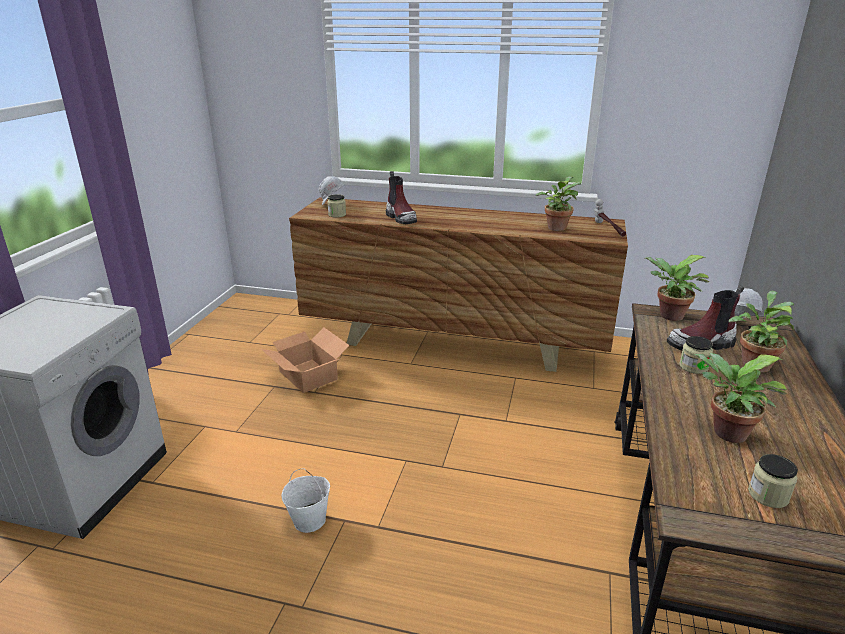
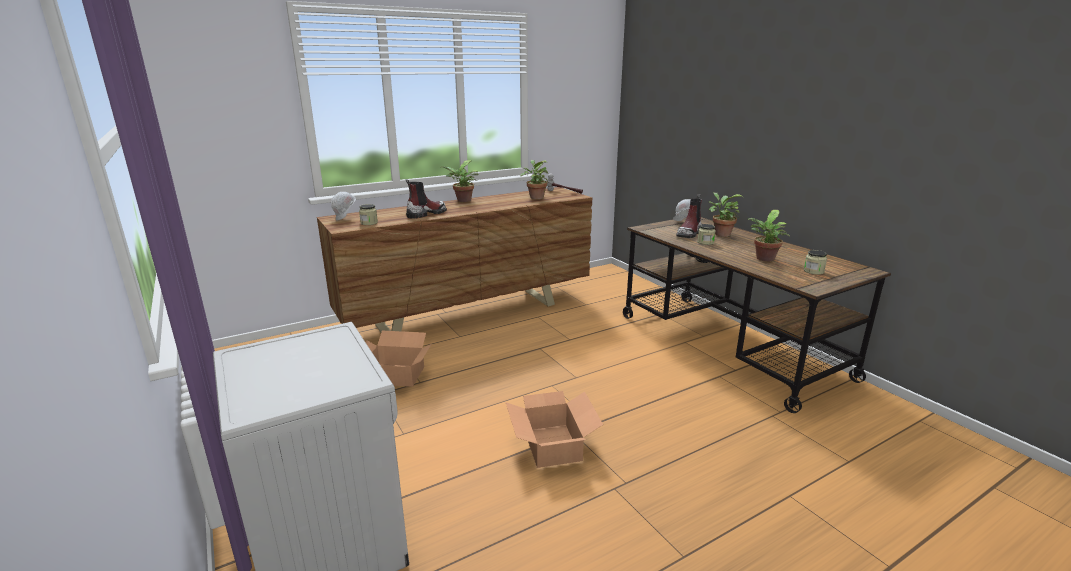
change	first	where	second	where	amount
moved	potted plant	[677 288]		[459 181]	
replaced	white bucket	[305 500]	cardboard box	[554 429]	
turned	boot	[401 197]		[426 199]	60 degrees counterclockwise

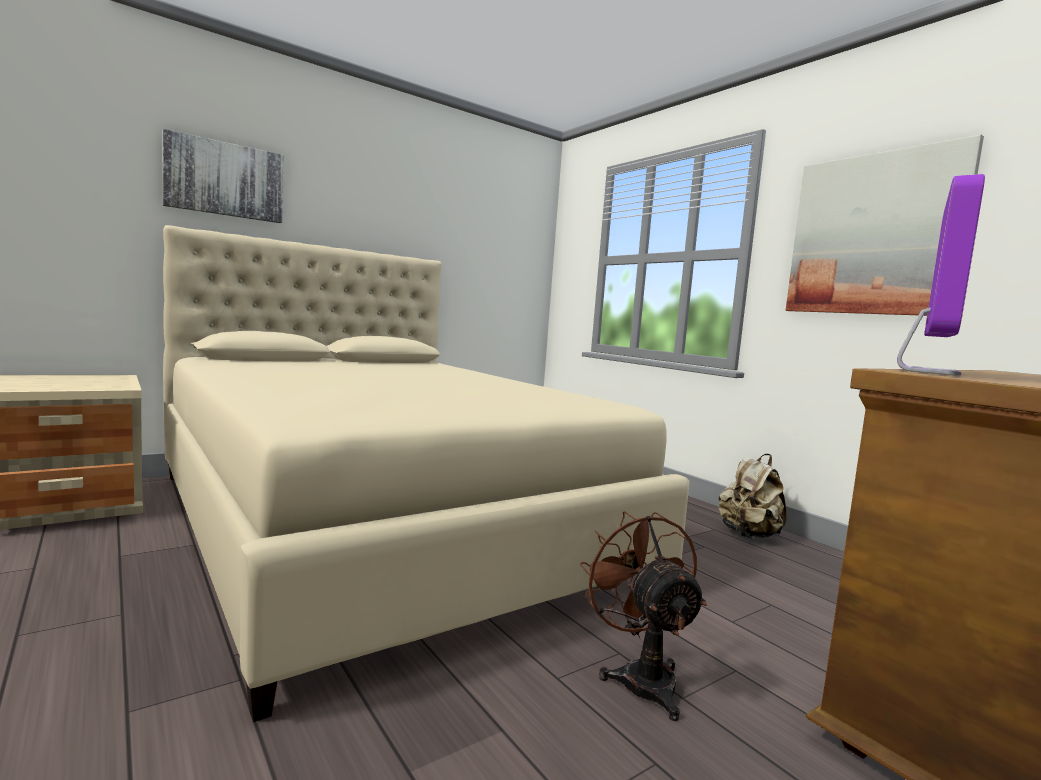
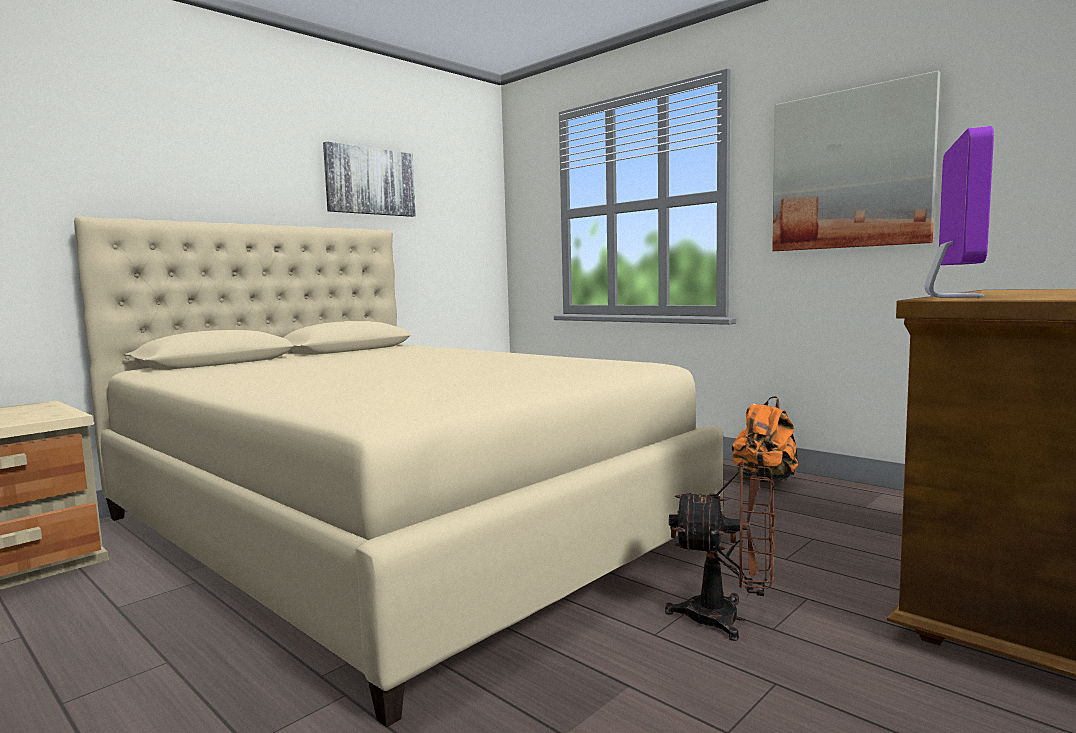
change	first	where	second	where	amount
moved	picture	[223 176]		[369 179]	
recoloured	beige backpack	[752 496]	orange backpack	[765 439]	
turned	brown fan	[643 616]		[720 553]	135 degrees clockwise

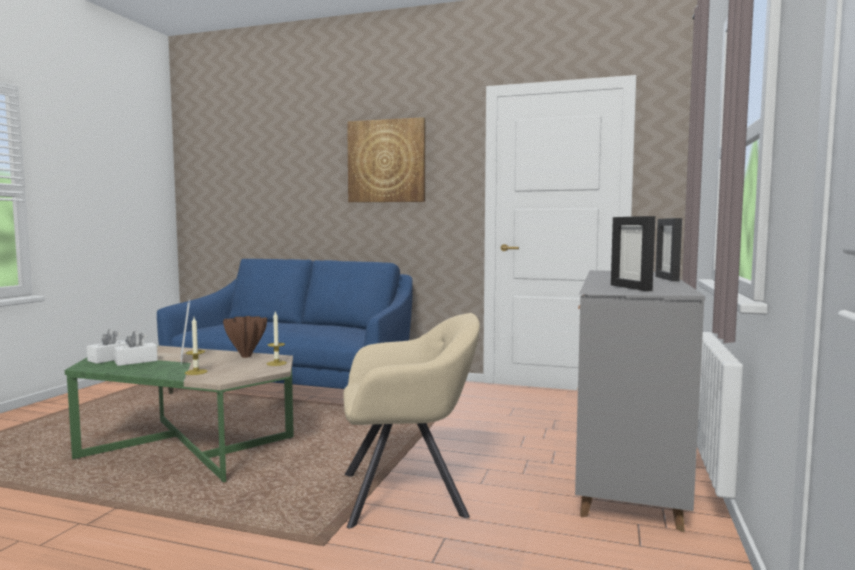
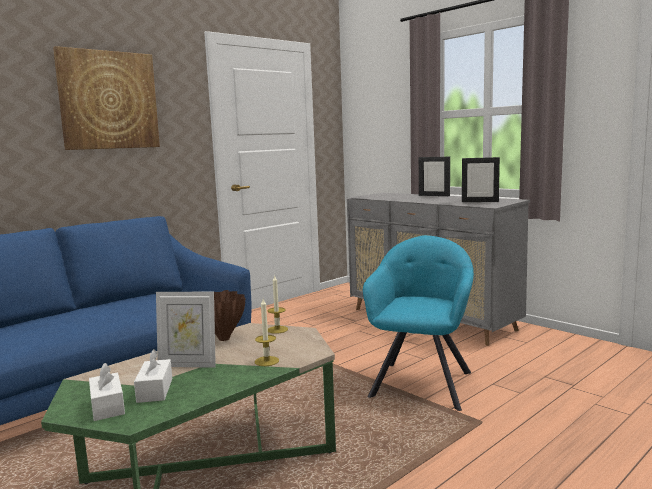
change	first	where	second	where	amount
recoloured	beige armchair	[411 420]	turquoise armchair	[418 323]	

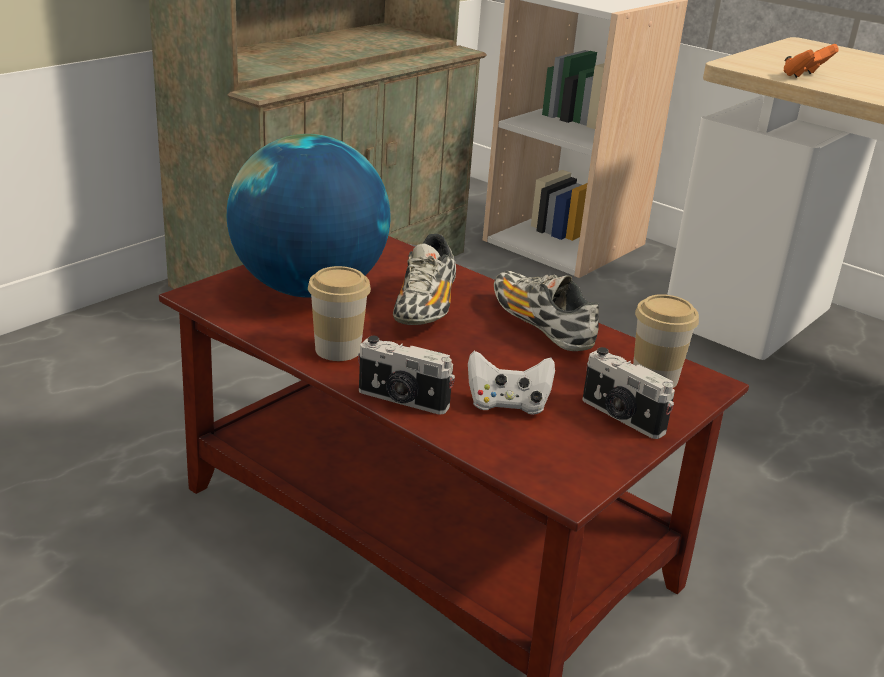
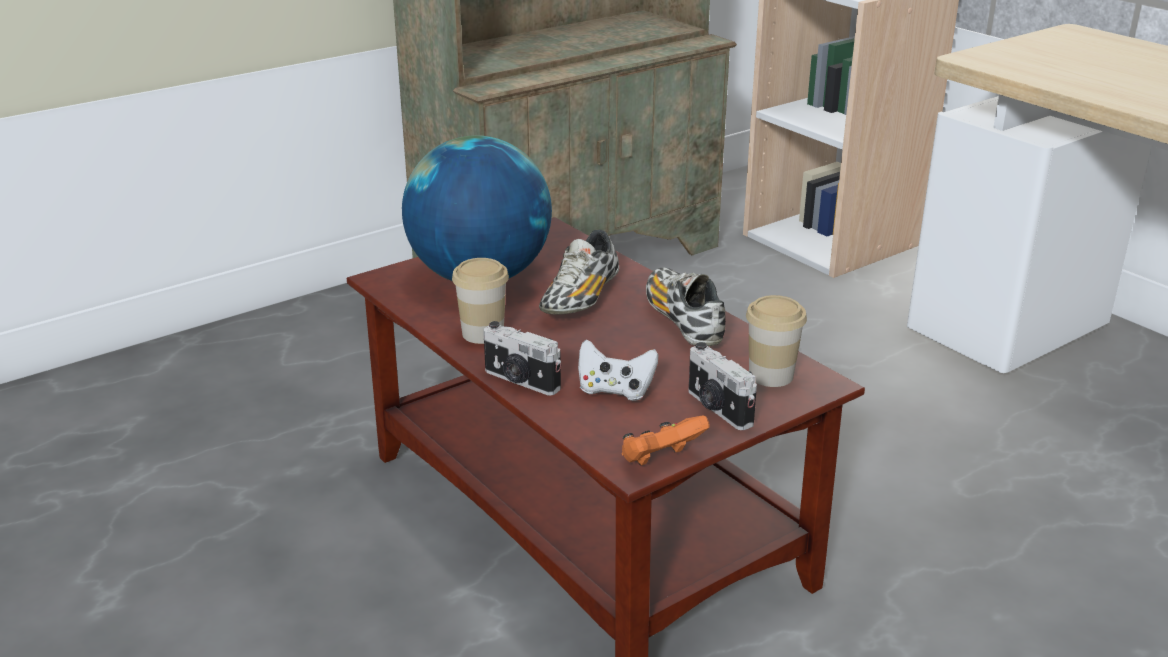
change	first	where	second	where	amount
moved	orange game controller	[811 61]		[666 440]	

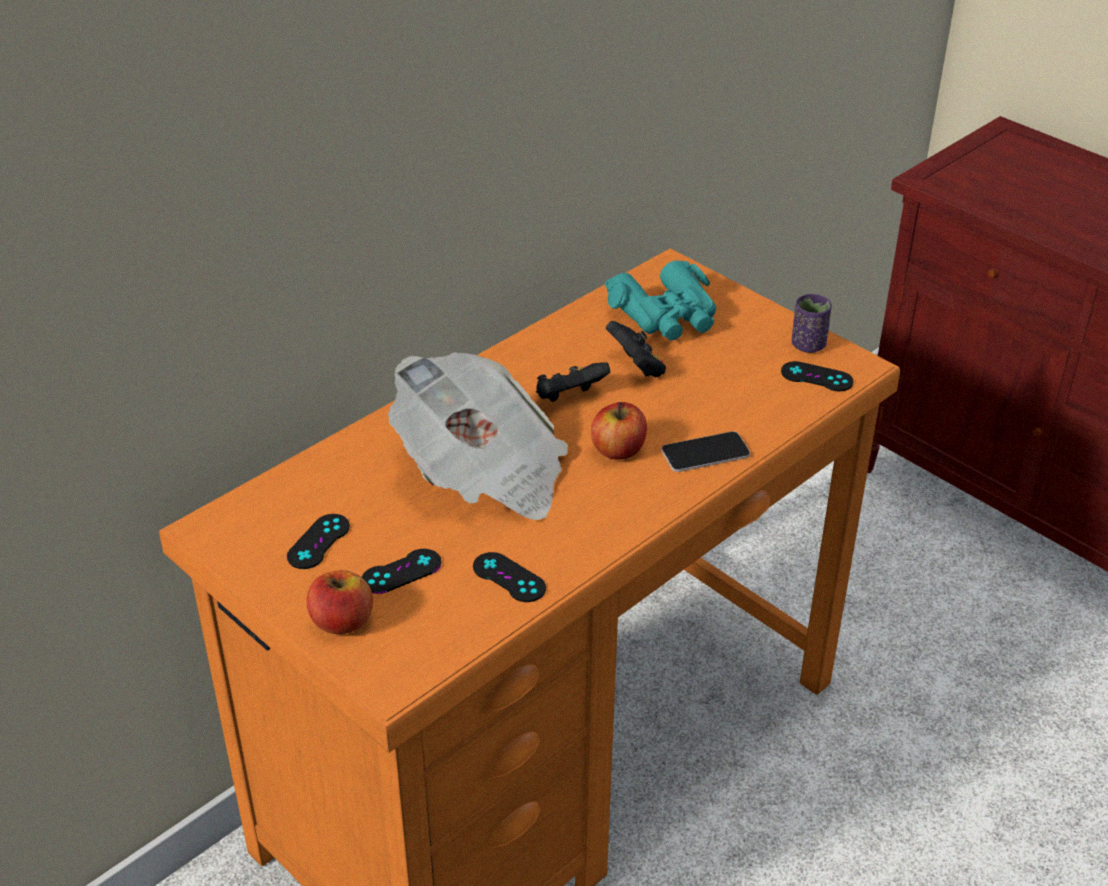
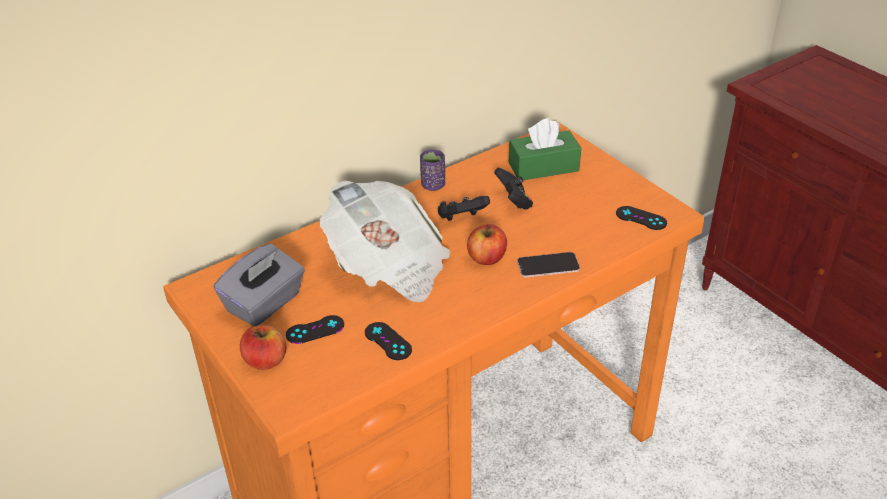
change	first	where	second	where	amount
moved	purple cup	[812 323]		[432 170]	
replaced	black game controller	[318 541]	grey tissue box	[259 284]	
replaced	turquoise binoculars	[660 300]	green tissue box	[545 149]	

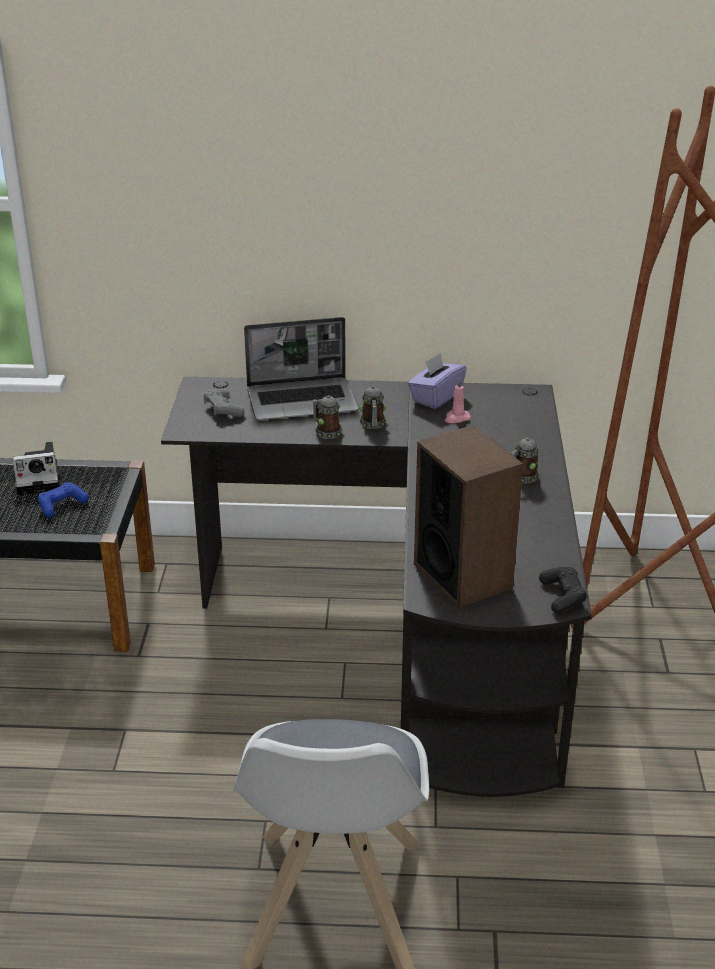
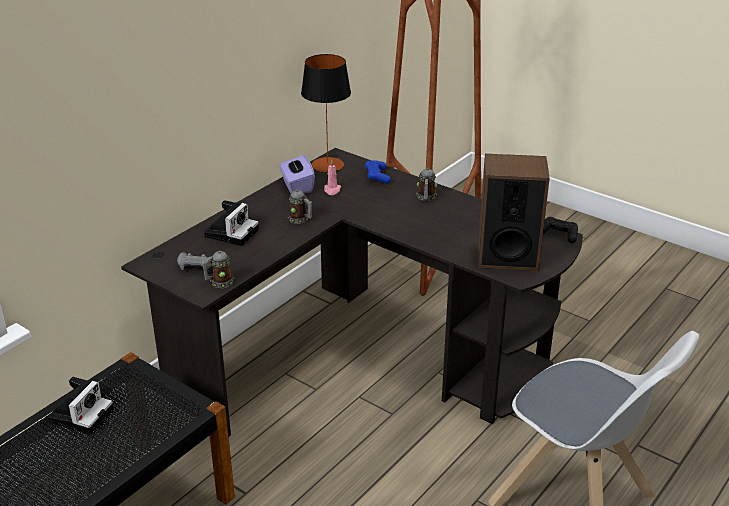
change	first	where	second	where	amount
added			table lamp	[326 113]	
moved	blue game controller	[63 500]		[378 171]	
moved	mug	[327 417]		[218 269]	
replaced	laptop	[301 368]	photo camera	[231 223]	

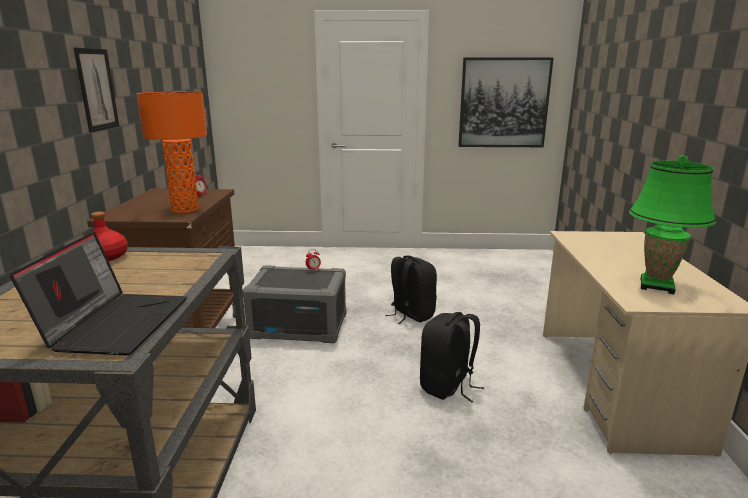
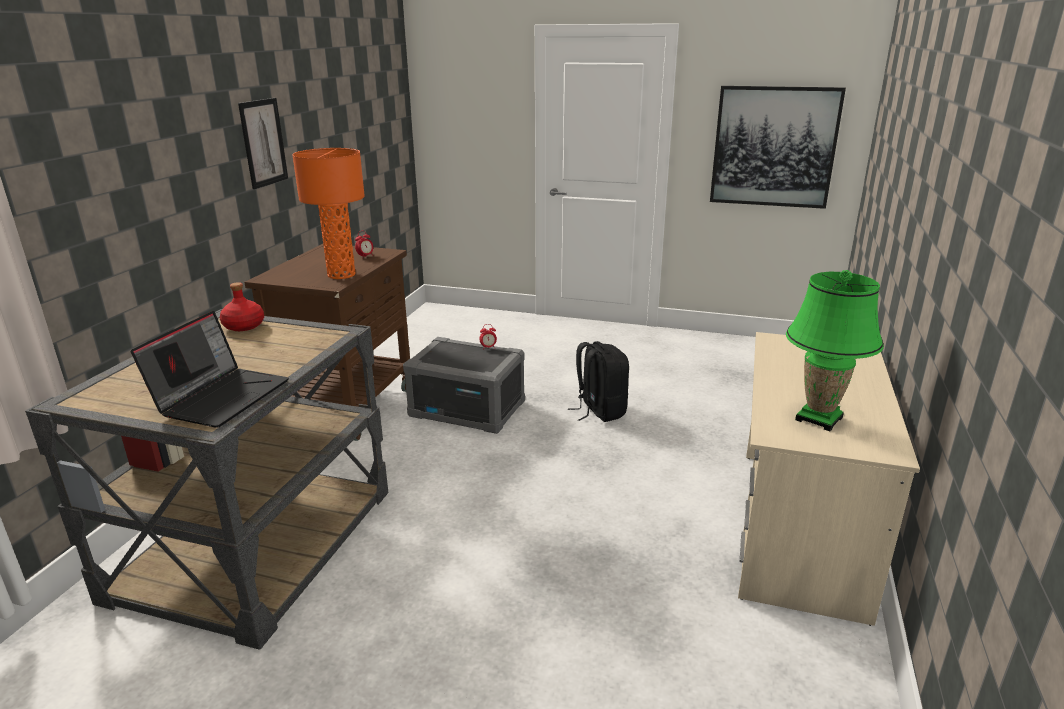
change	first	where	second	where	amount
removed	black backpack	[452 357]			

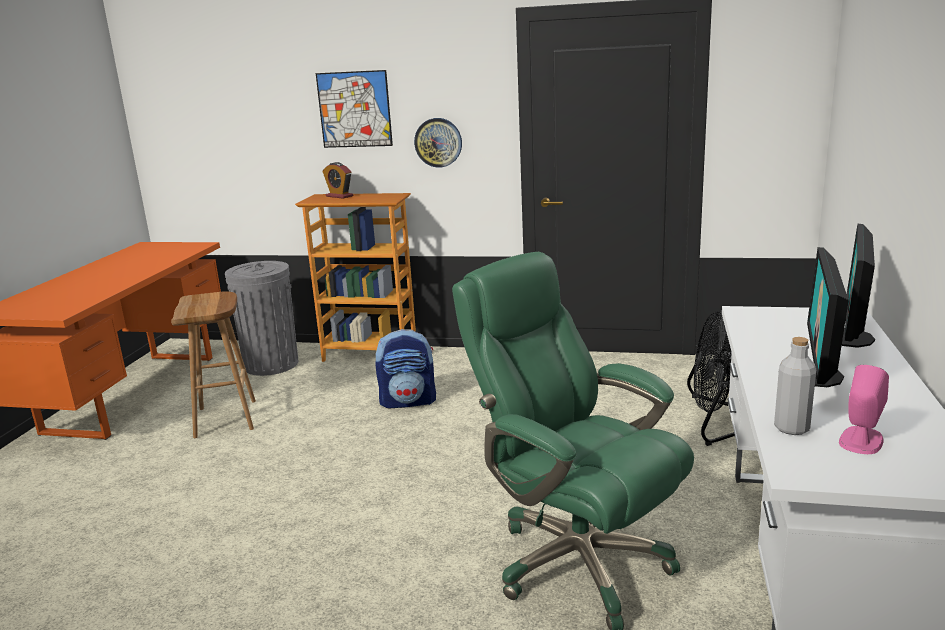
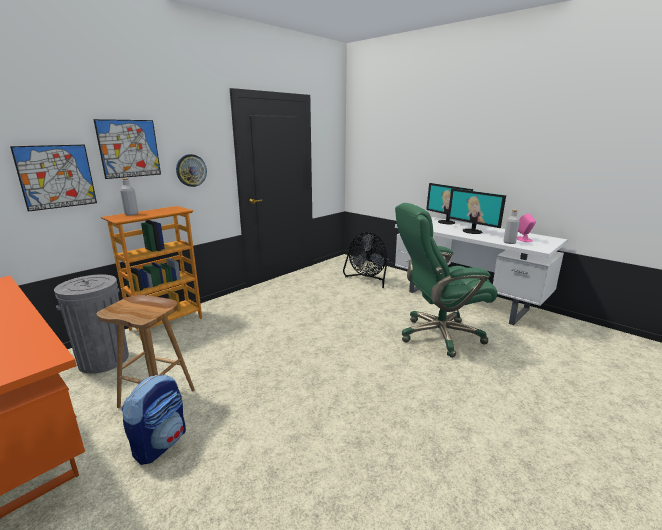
change	first	where	second	where	amount
added			picture	[53 178]	
moved	backpack	[405 368]		[154 419]	
replaced	alarm clock	[338 180]	grey bottle	[129 197]	

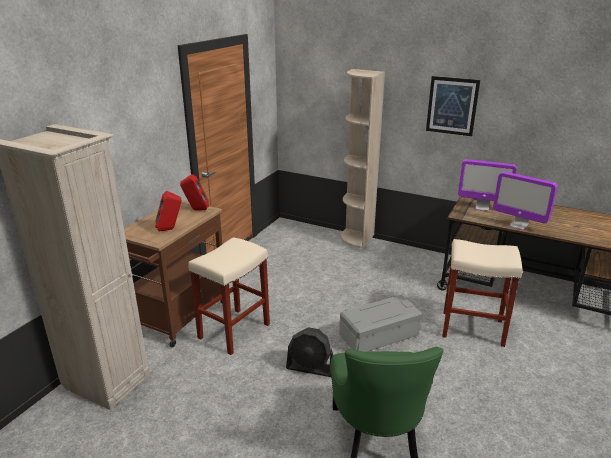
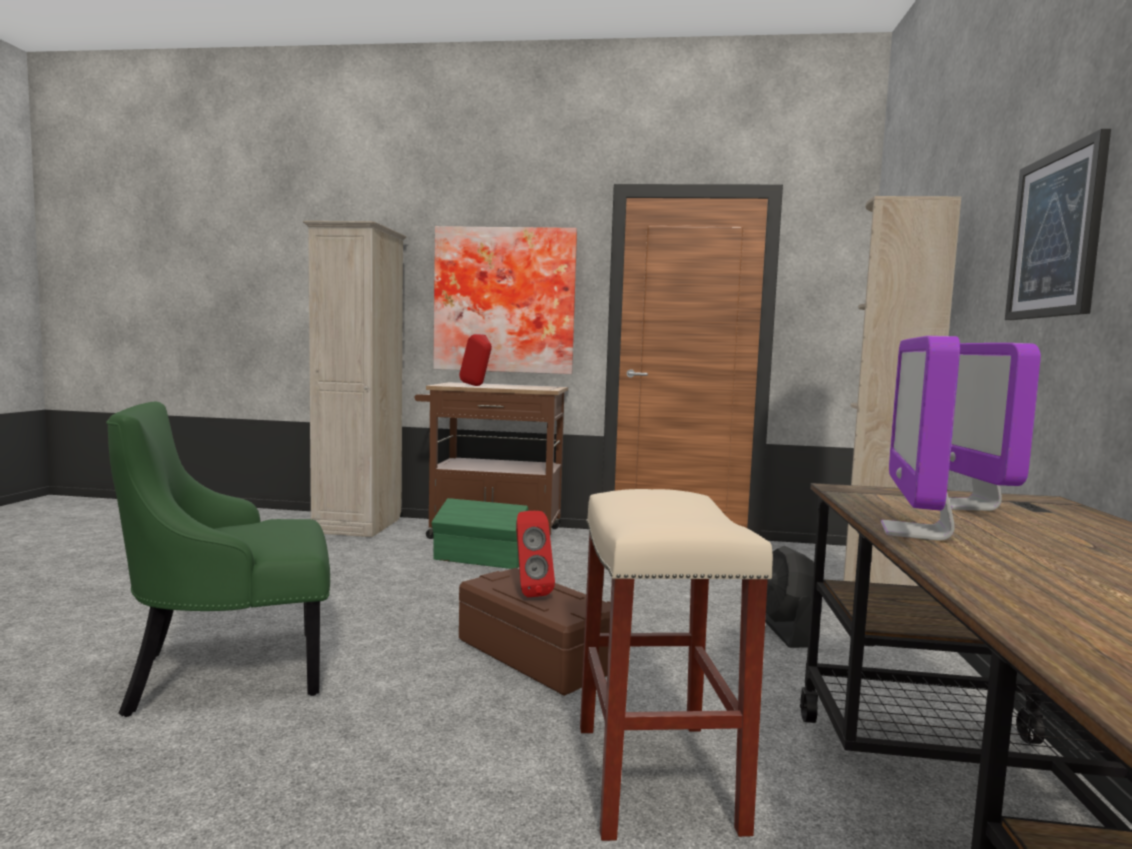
change	first	where	second	where	amount
added			picture	[505 300]	
moved	red speaker	[194 192]		[535 554]	
moved	black fan	[309 352]		[789 597]	
replaced	beige stool	[229 296]	green storage box	[480 533]	
recoloured	grey storage box	[380 323]	brown storage box	[535 632]	

